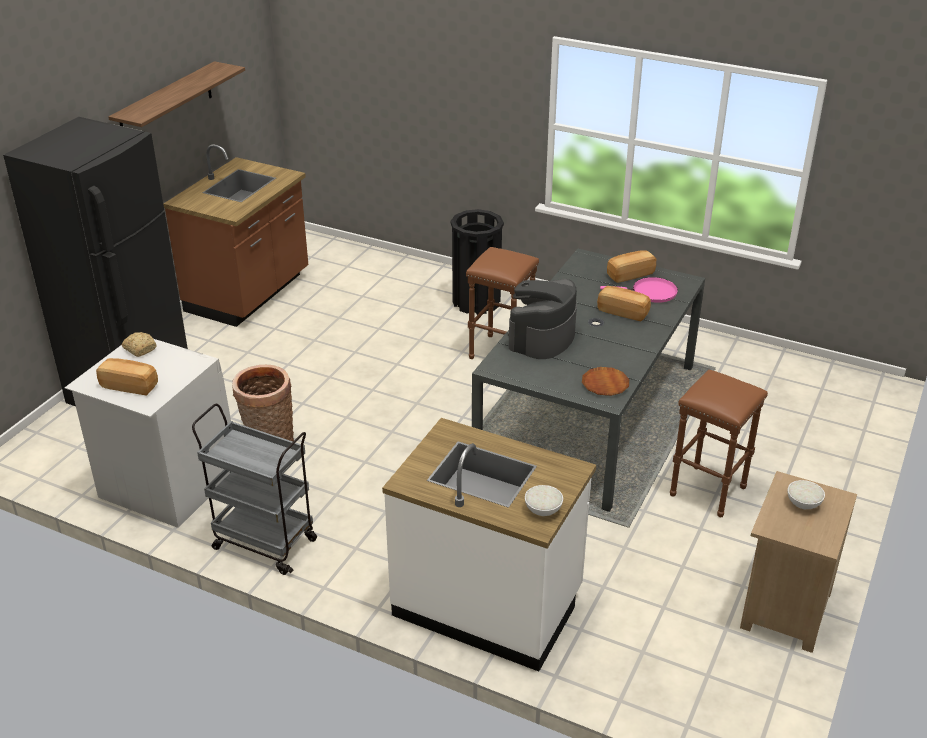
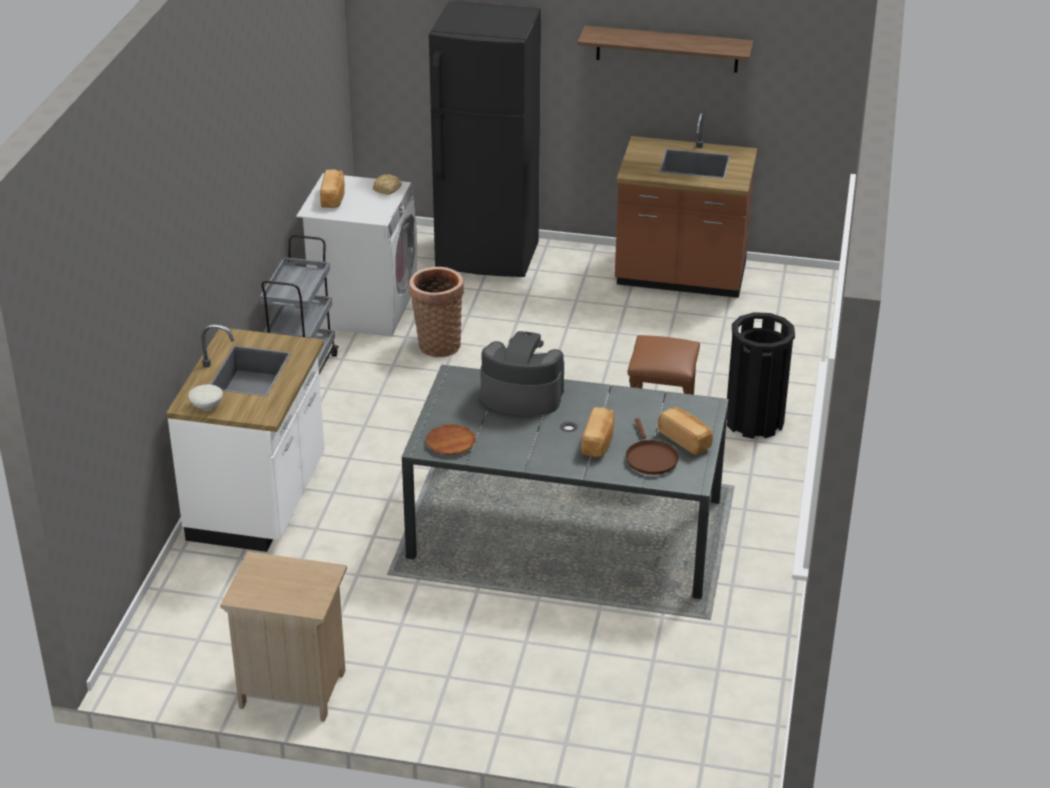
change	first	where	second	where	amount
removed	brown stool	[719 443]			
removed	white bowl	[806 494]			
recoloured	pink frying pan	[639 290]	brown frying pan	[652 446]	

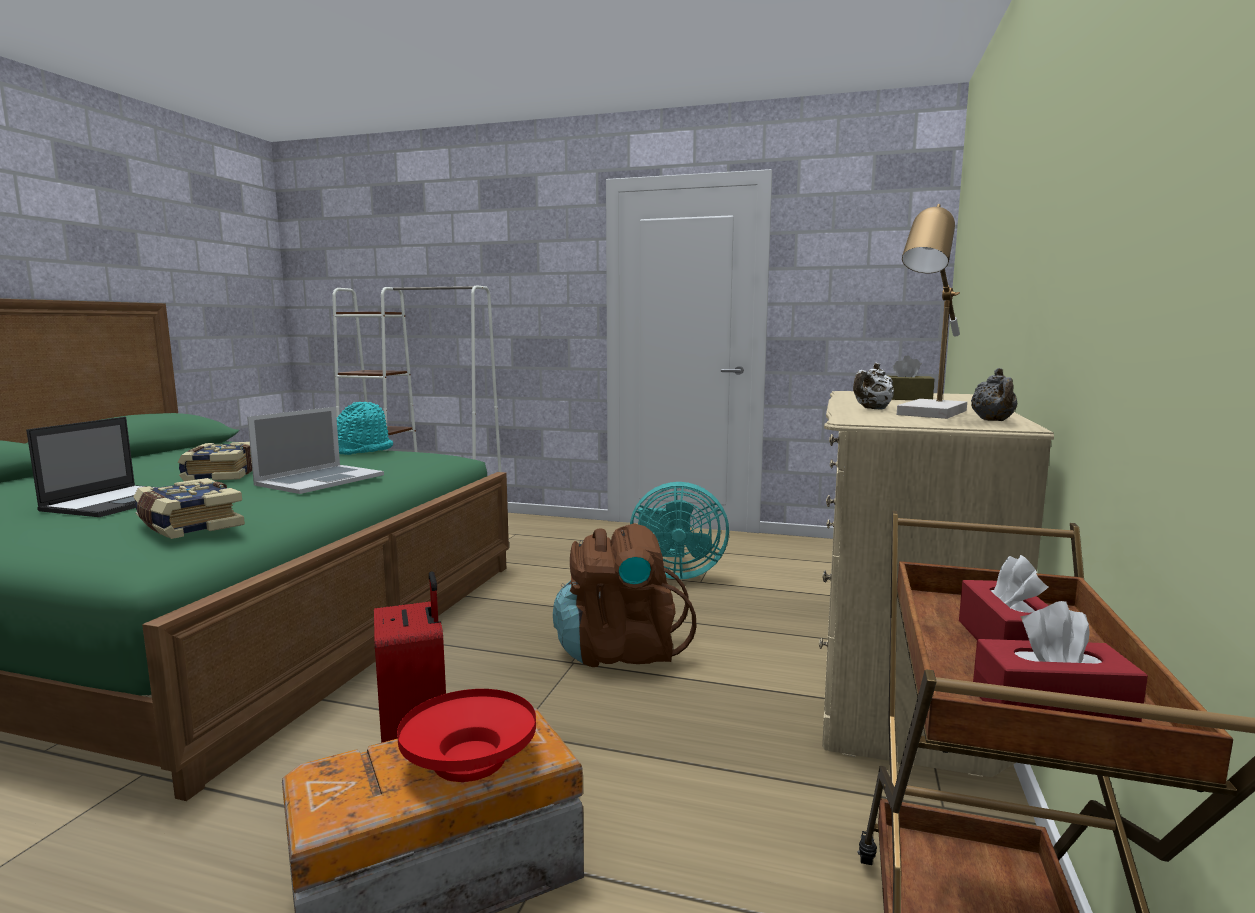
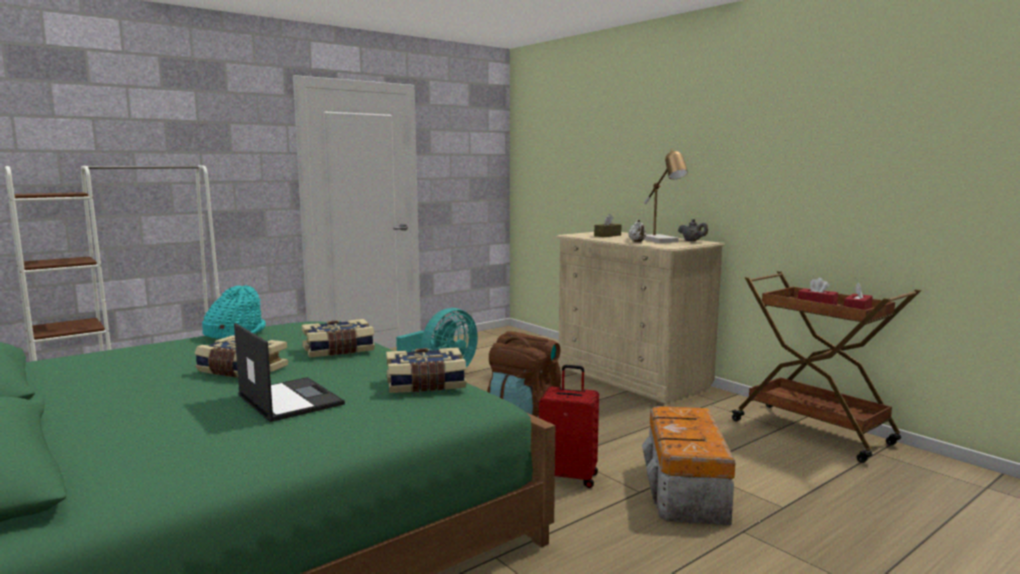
change	first	where	second	where	amount
removed	red bowl	[466 735]			
replaced	laptop	[315 450]	book	[338 338]	

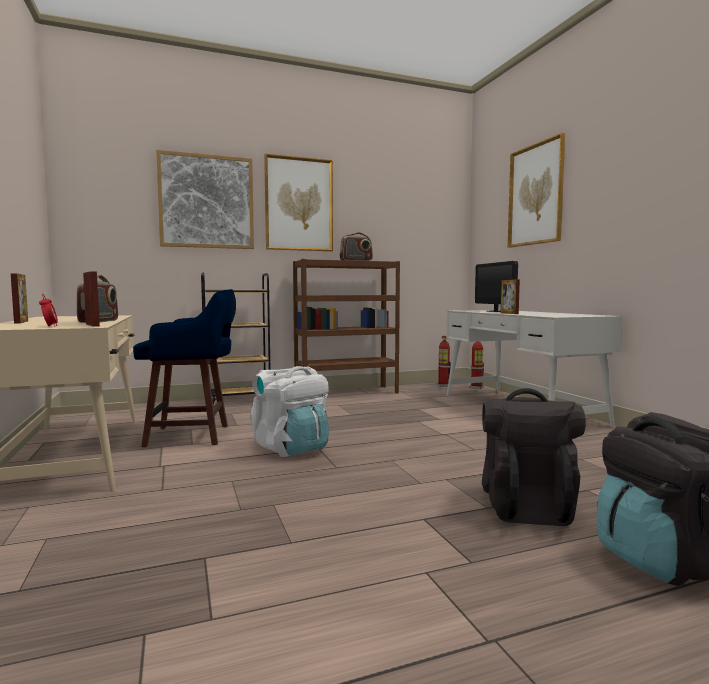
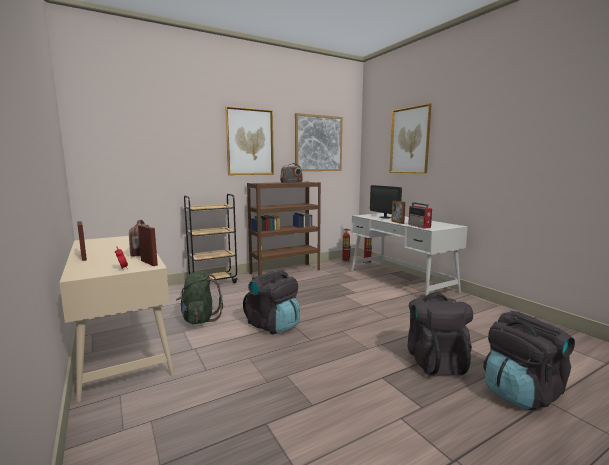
change	first	where	second	where	amount
added			radio	[420 215]	
moved	picture	[205 199]		[319 142]	
replaced	blue stool	[184 368]	green backpack	[199 297]	
recoloured	white backpack	[290 411]	black backpack	[271 302]	

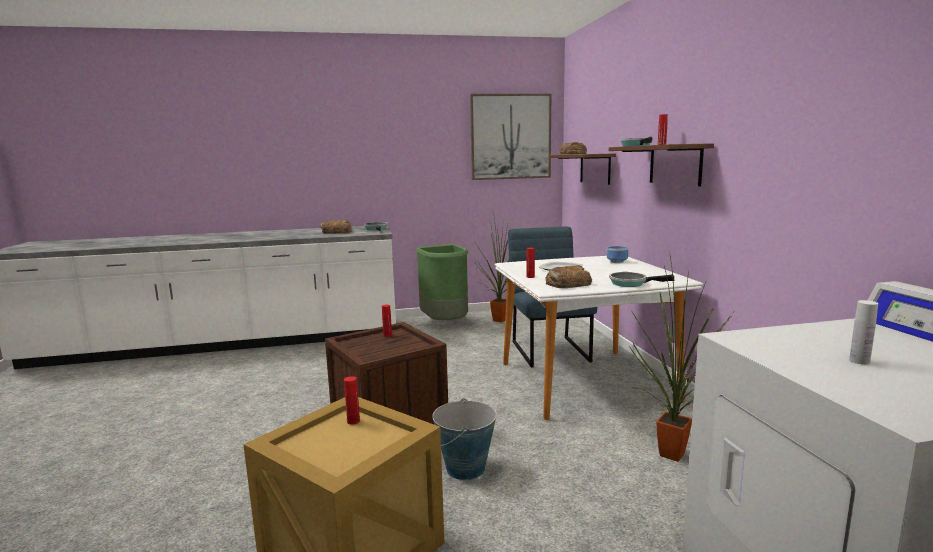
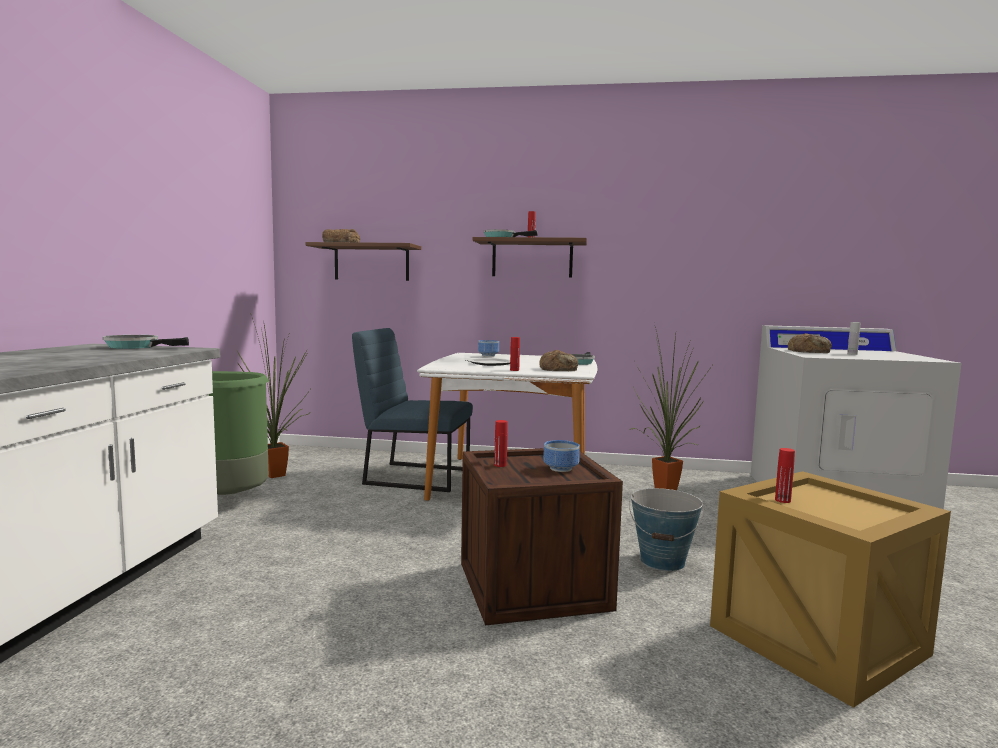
change	first	where	second	where	amount
removed	picture	[510 137]			
added			bowl	[561 456]	
moved	bread	[336 227]		[810 343]	

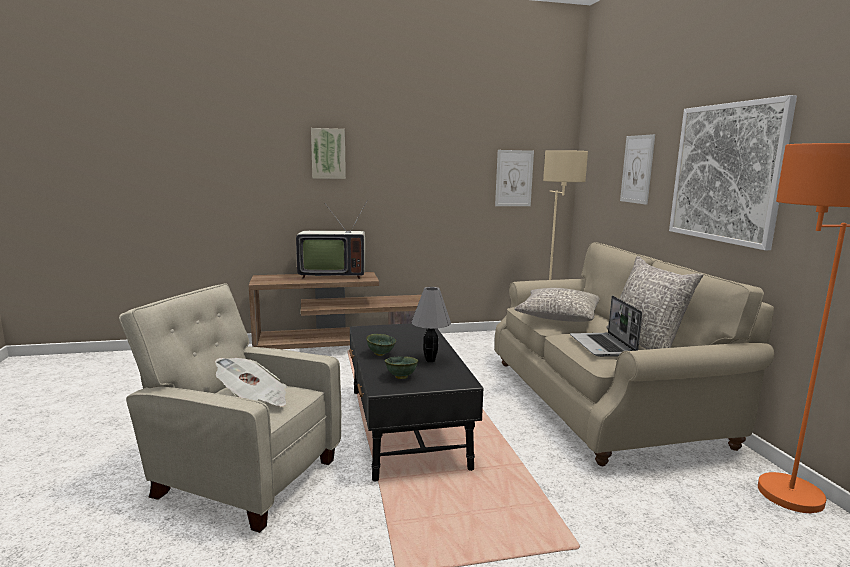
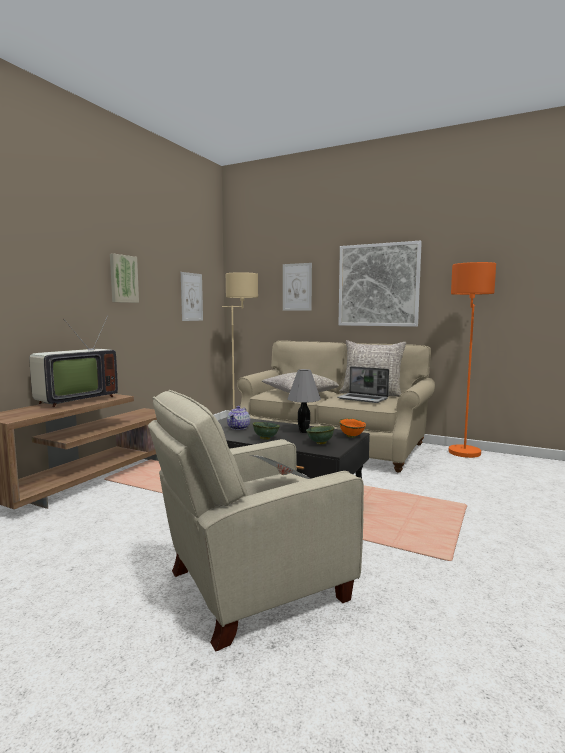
change	first	where	second	where	amount
added			teapot	[238 418]	
added			orange bowl	[352 428]	
moved	picture	[328 153]		[124 278]	

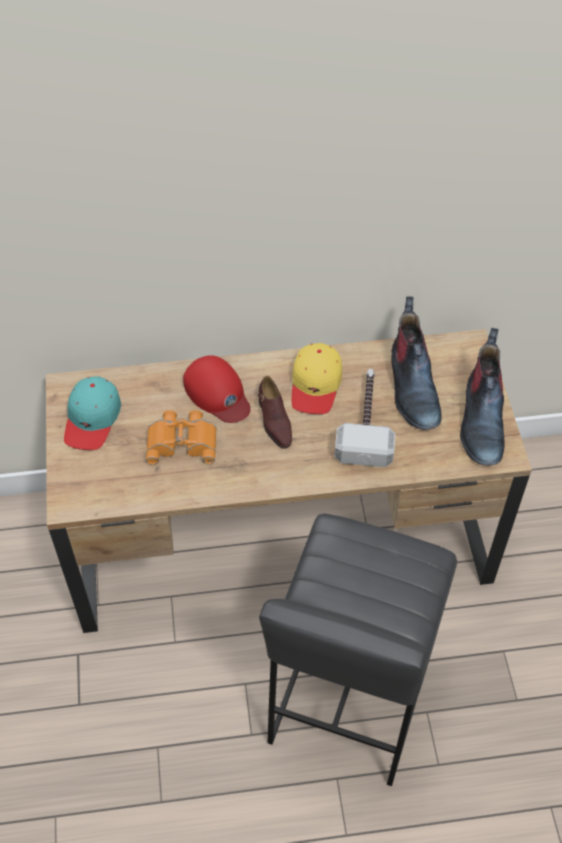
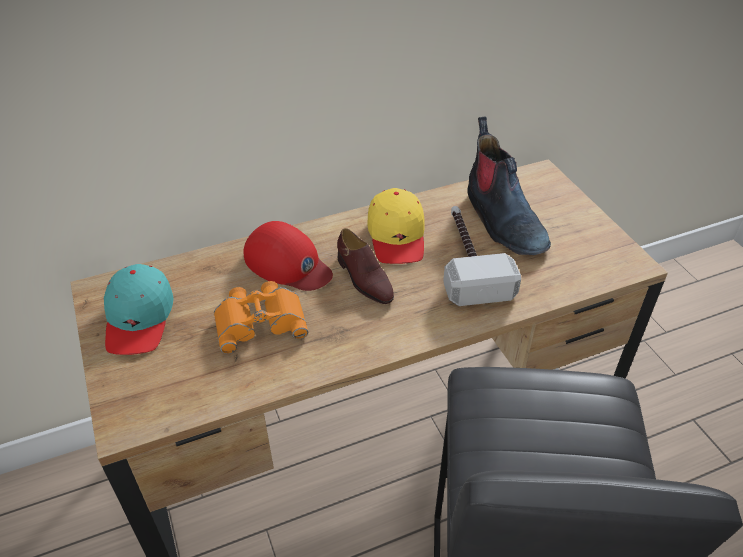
change	first	where	second	where	amount
removed	boot	[482 397]			

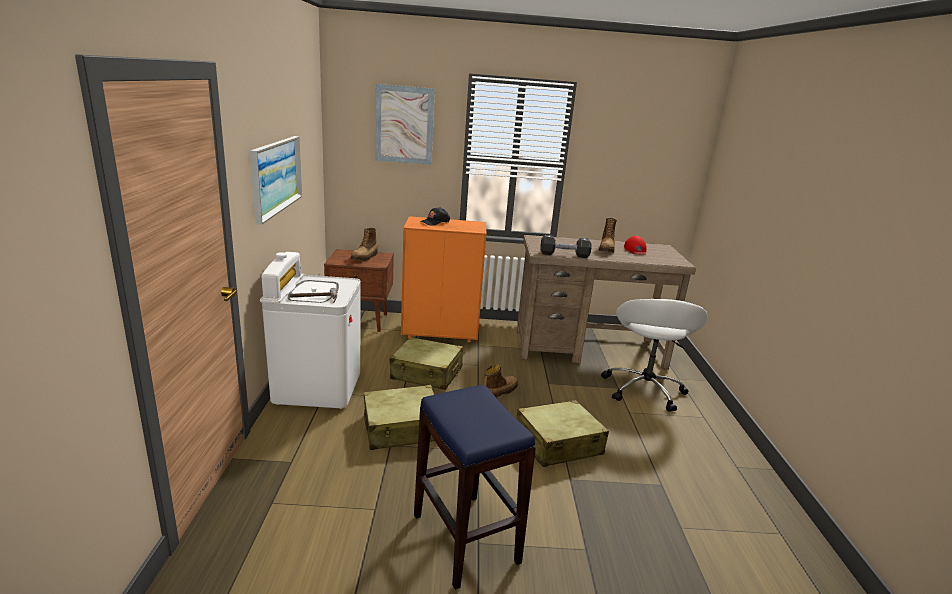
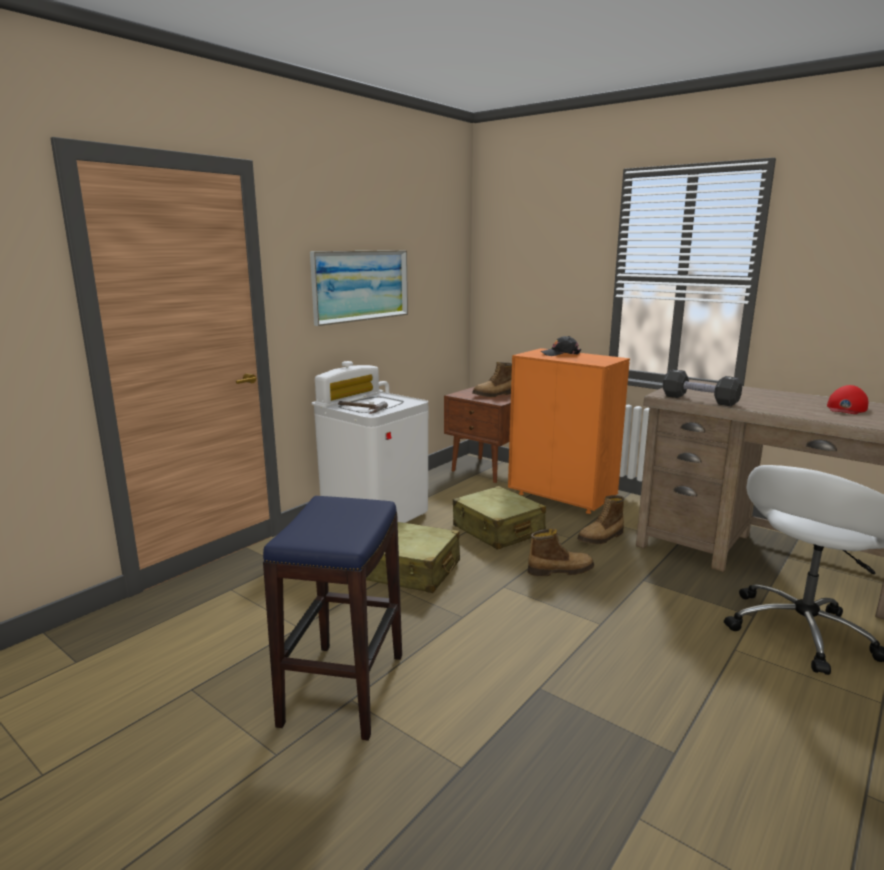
change	first	where	second	where	amount
removed	picture	[405 124]			
removed	beige suitcase	[562 433]			
moved	boot	[607 235]		[600 519]	

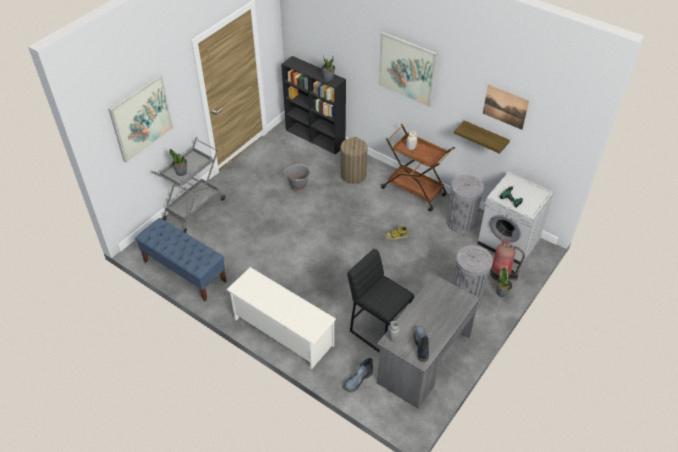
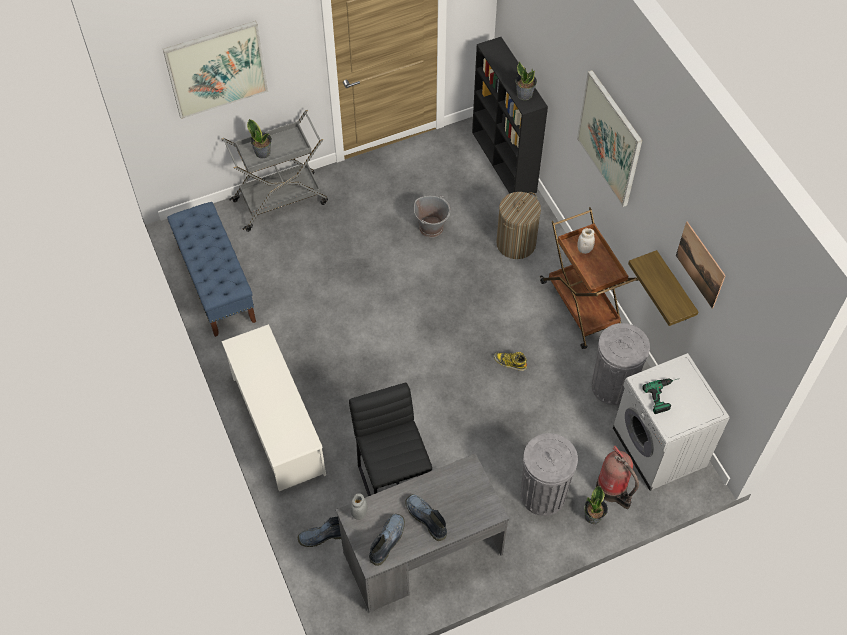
change	first	where	second	where	amount
added			boot	[426 517]	

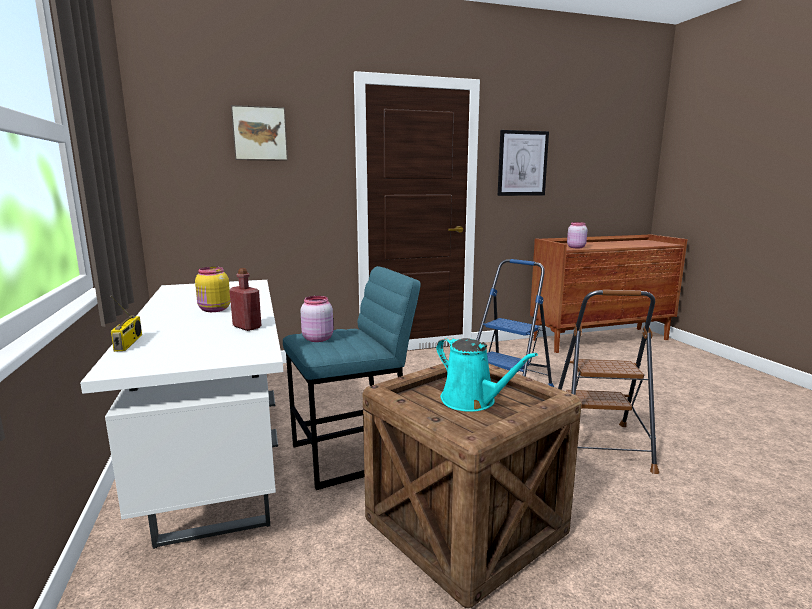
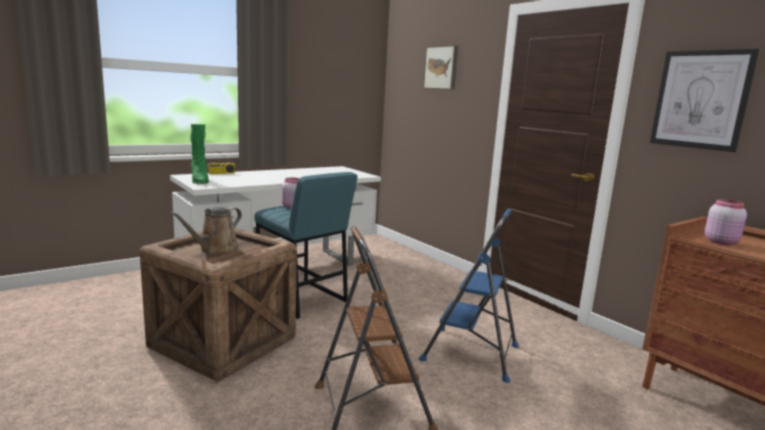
change	first	where	second	where	amount
removed	yellow jar	[212 289]			
removed	red bottle	[245 299]			
added			green boot	[199 154]	
recoloured	turquoise watering can	[487 374]	brown watering can	[206 231]	

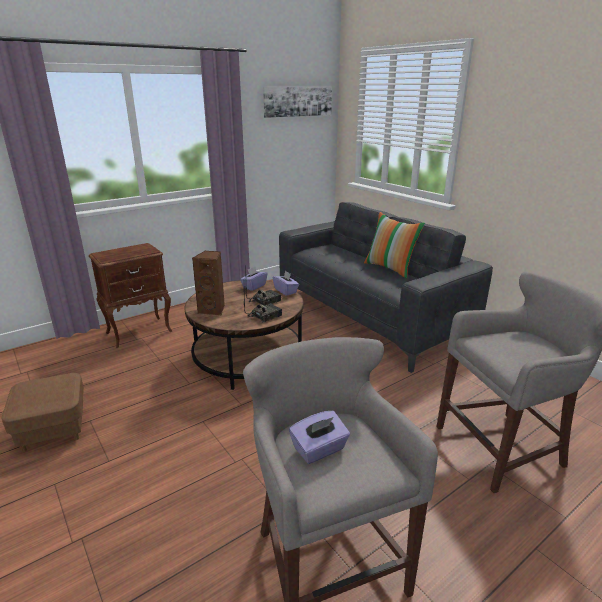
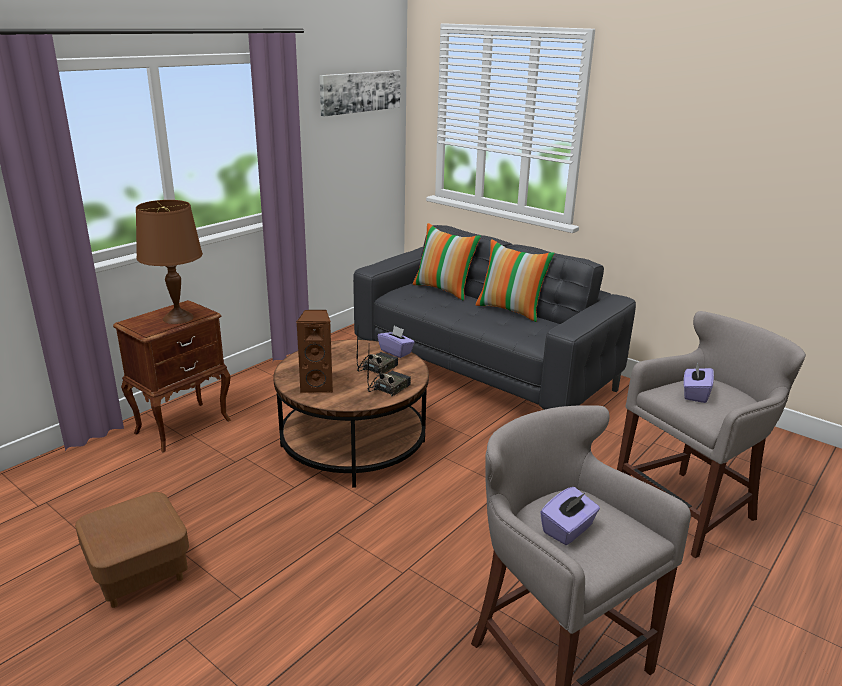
change	first	where	second	where	amount
added			brown table lamp	[169 262]	
added			pillow	[447 262]	
moved	purple tissue box	[254 279]		[698 382]	

